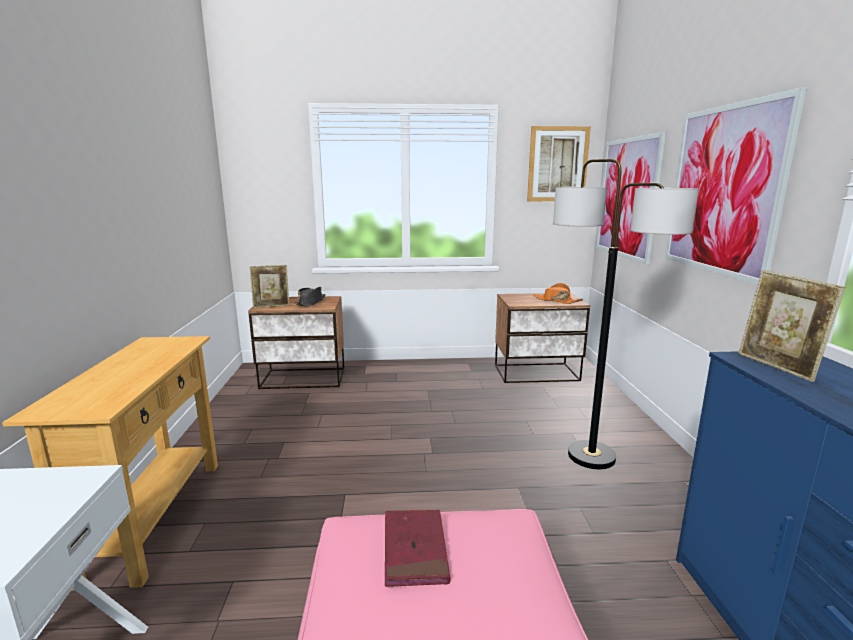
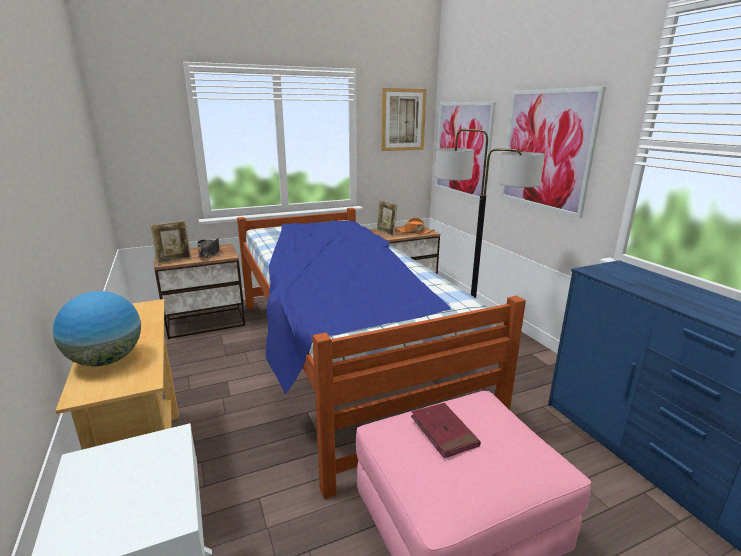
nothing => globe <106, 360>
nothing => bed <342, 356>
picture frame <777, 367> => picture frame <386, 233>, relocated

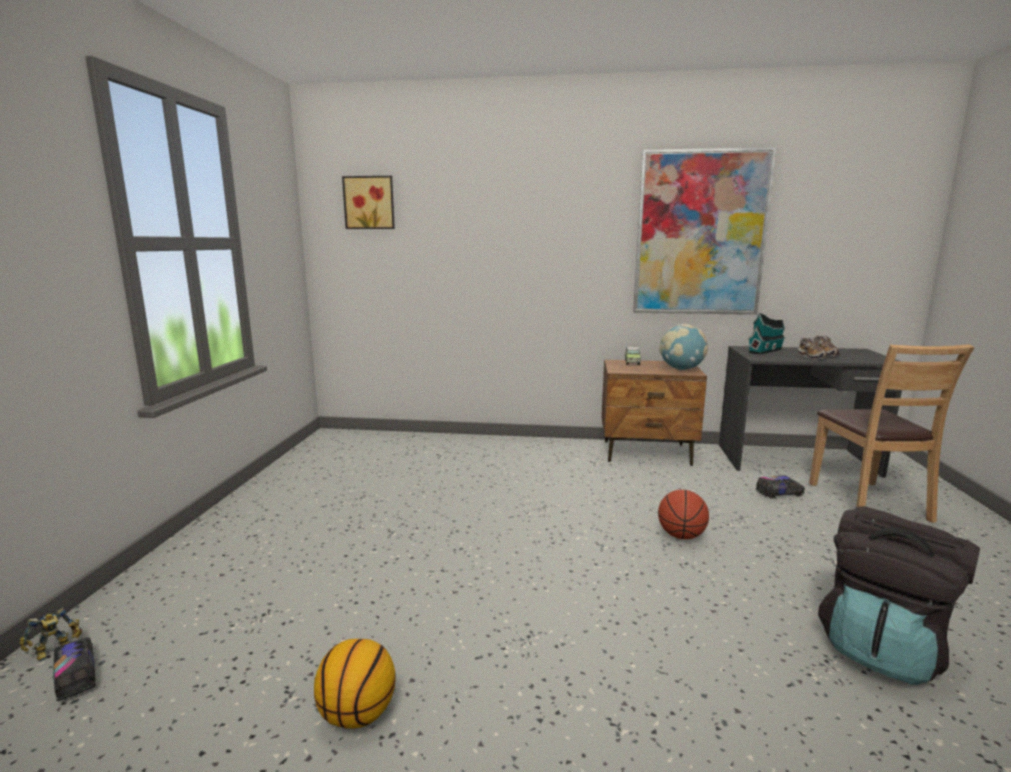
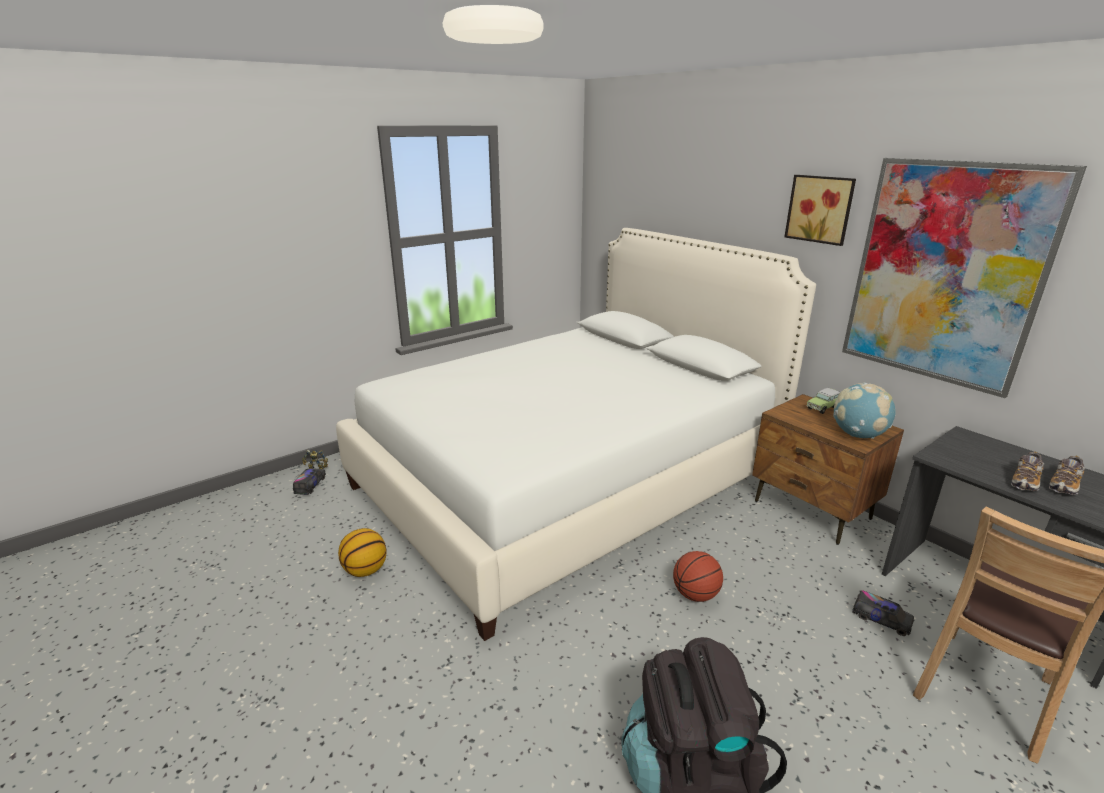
nothing => bed/whitish <568, 481>
wall picture <369, 203> => wall picture <820, 209>, relocated
toy house <766, 351> => nothing

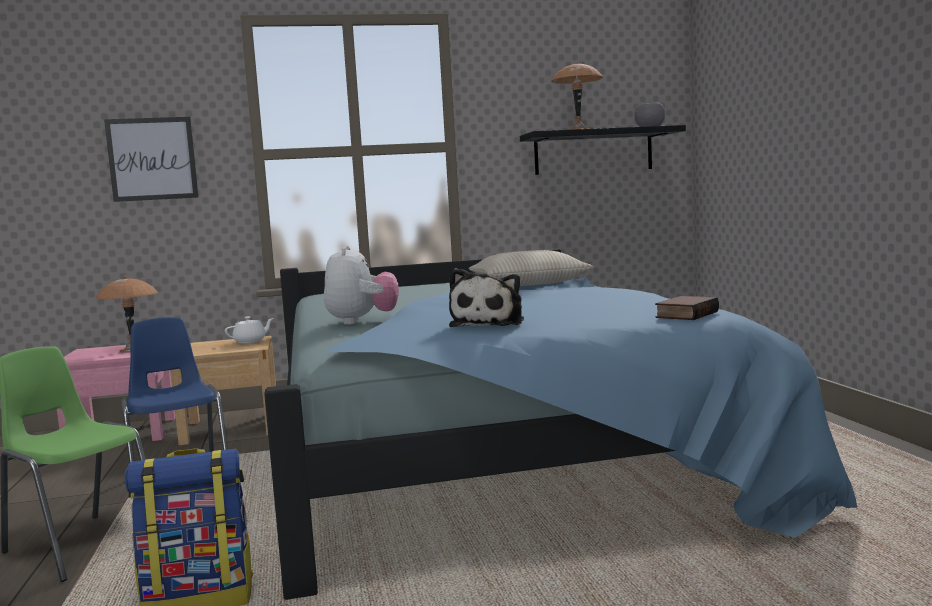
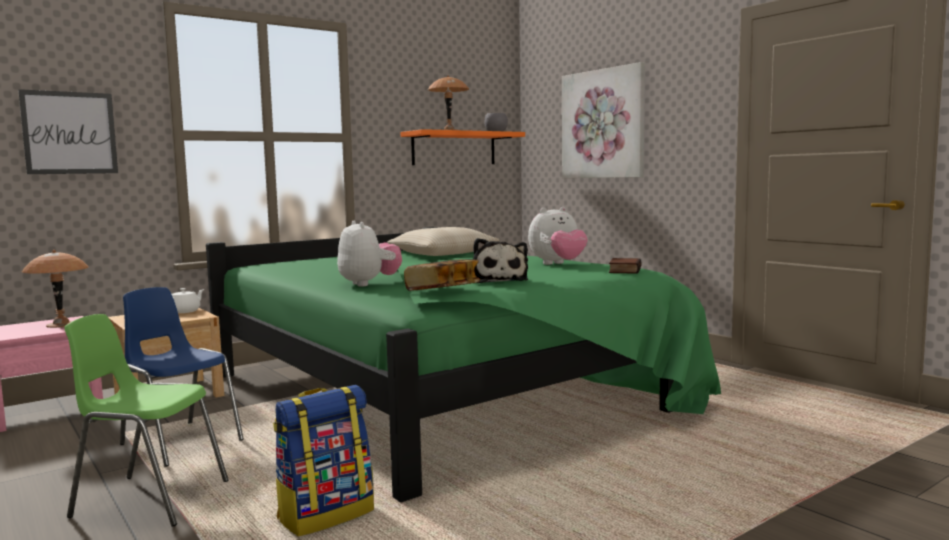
bed/blue <493, 455> => bed/green-coloured <443, 391>
wall shelf/black-coloured <593, 152> => wall shelf/orangey <454, 148>
nothing => book <442, 290>
nothing => plush toy <557, 264>
nothing => wall picture <602, 124>

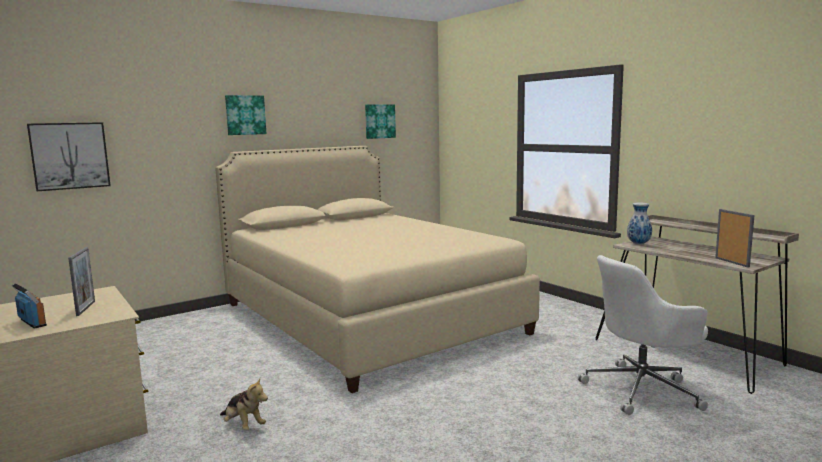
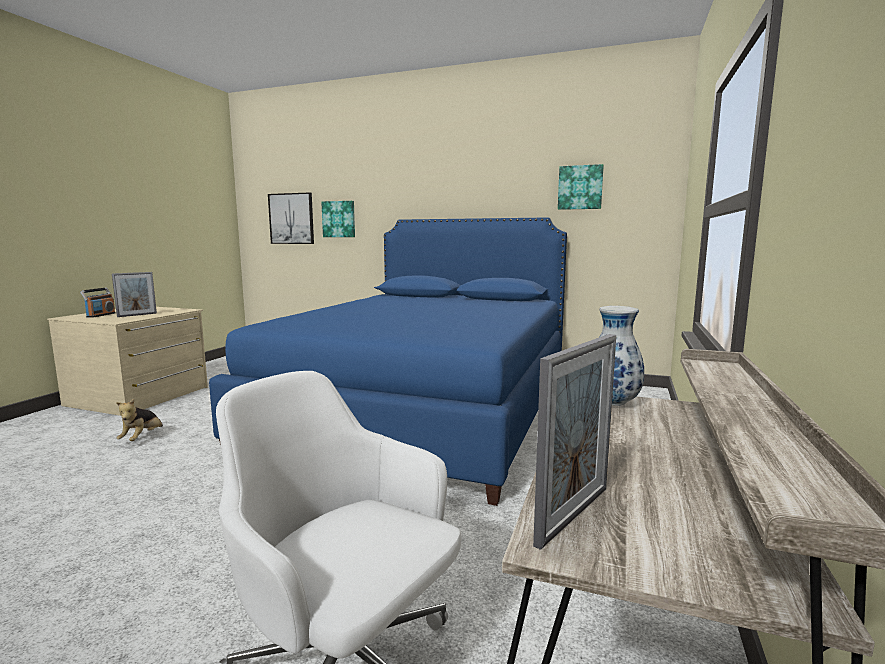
bed/beige <368, 318> => bed/blue <425, 409>
wall picture <245, 115> => wall picture <339, 219>, relocated

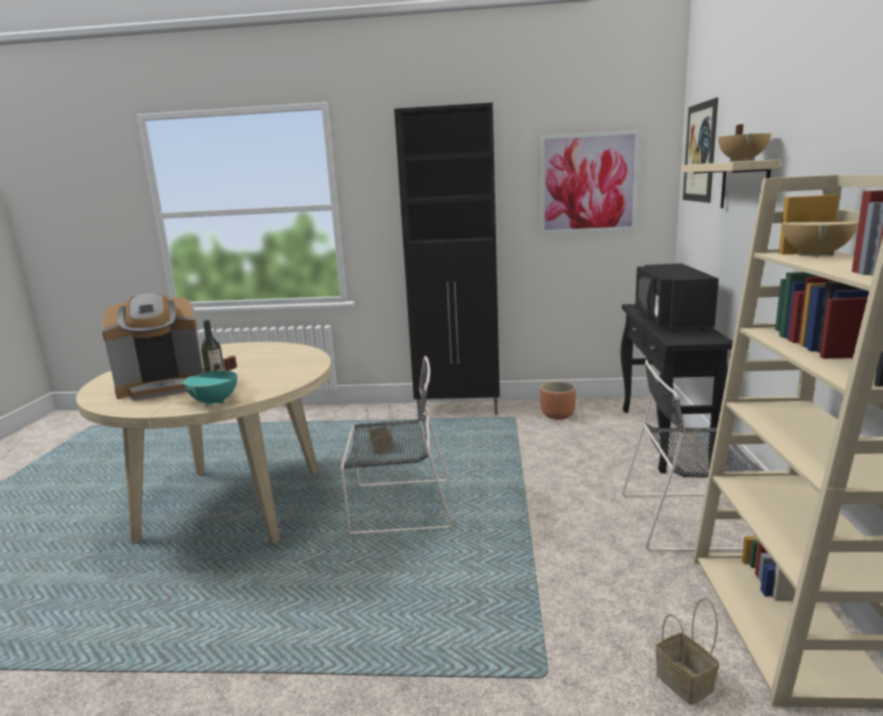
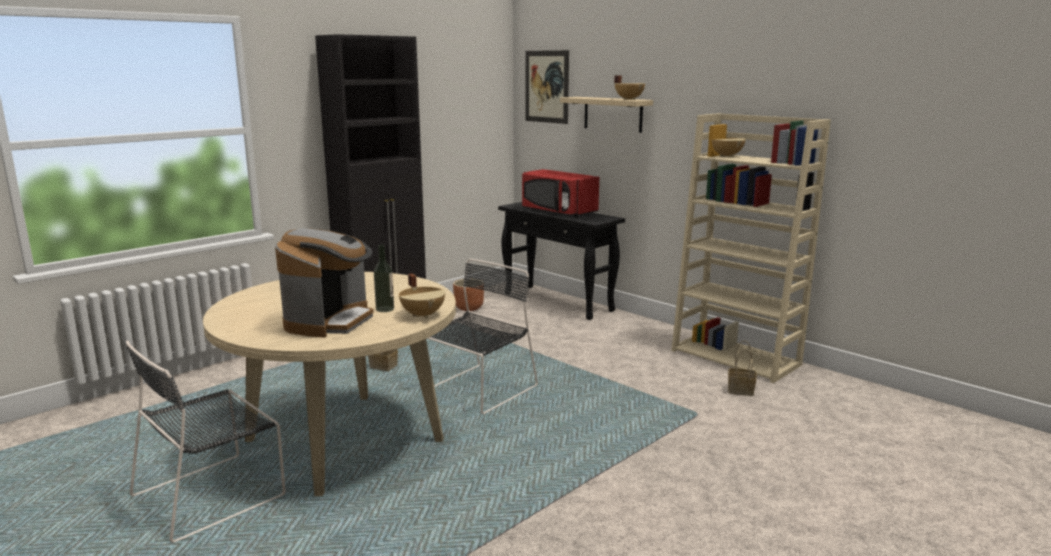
plain chair/black-coloured <692, 521> => plain chair/black-coloured <213, 494>, relocated
saucepot/turquoise <215, 402> => saucepot/beige <423, 315>
microwave/black-coloured <670, 320> => microwave/red <558, 211>
wall picture <588, 183> => nothing

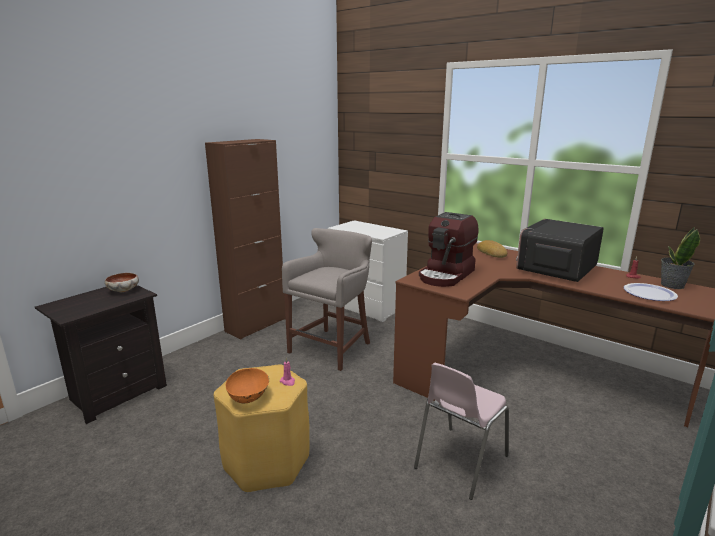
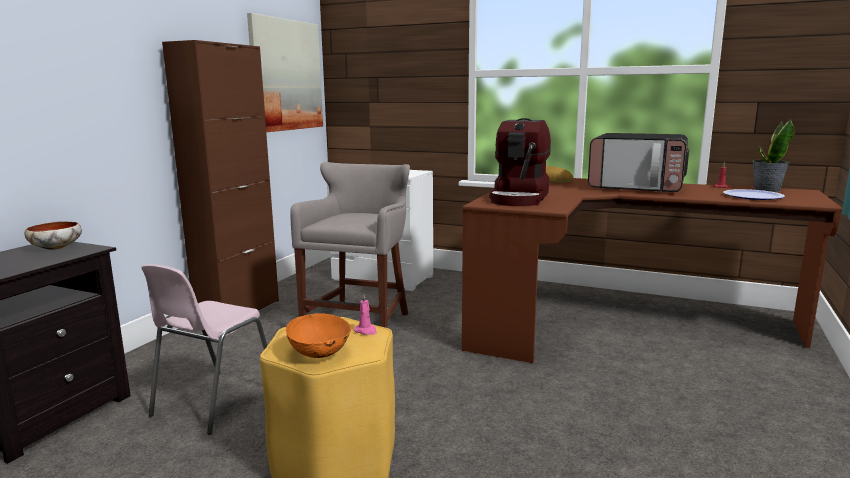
plain chair/pink <459, 462> => plain chair/pink <214, 402>, relocated
nothing => wall picture <286, 75>
microwave <556, 269> => microwave <637, 187>, 90 degrees counterclockwise

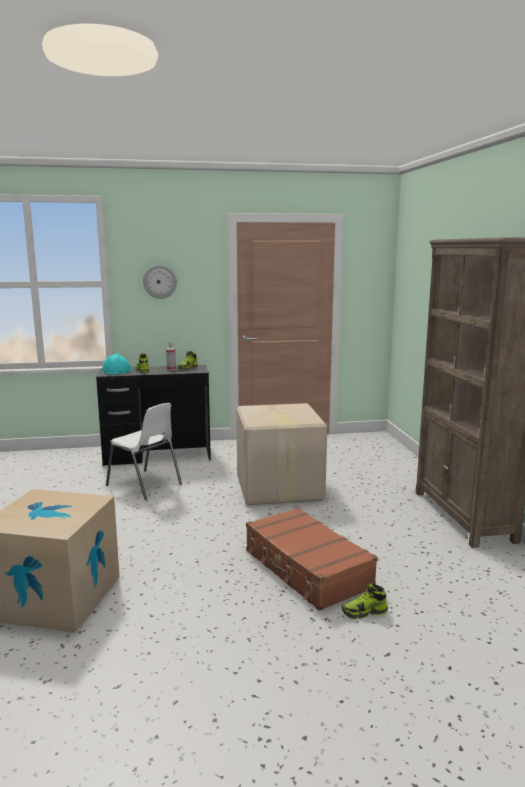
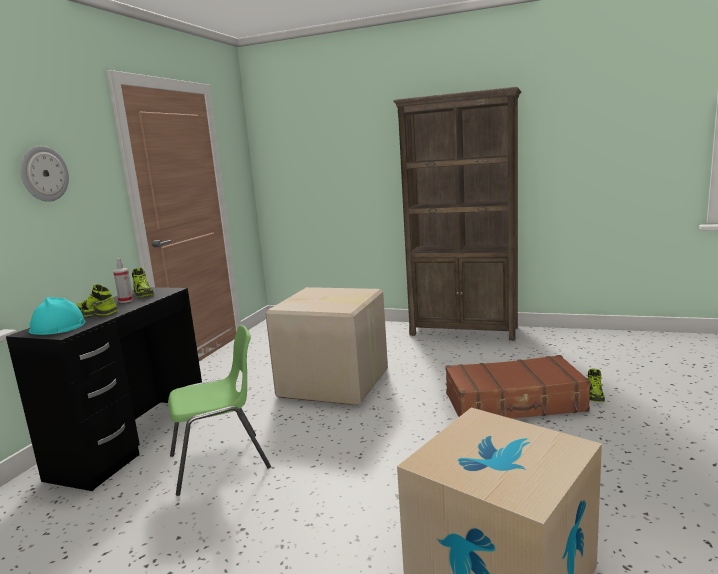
plain chair/whitish <145, 485> => plain chair/green-coloured <221, 462>

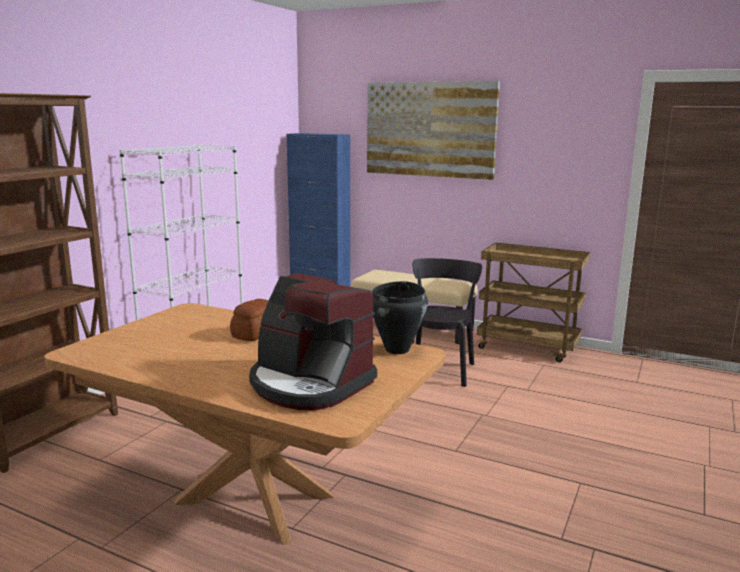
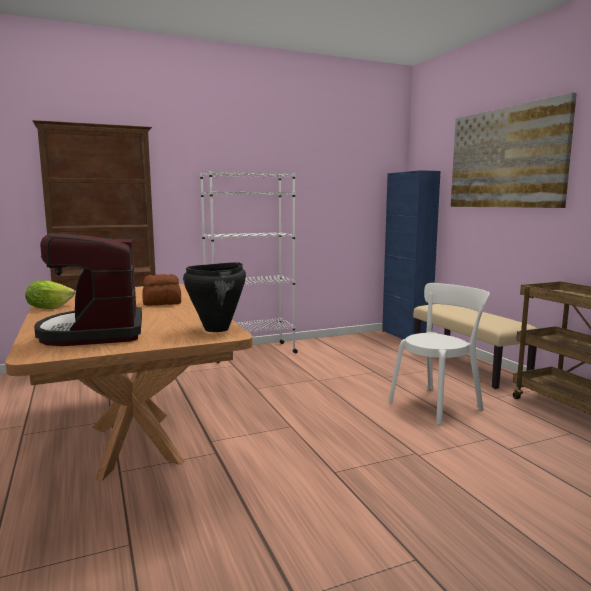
nothing => lettuce head <49, 308>
plain chair/black-coloured <440, 369> => plain chair/whitish <437, 404>

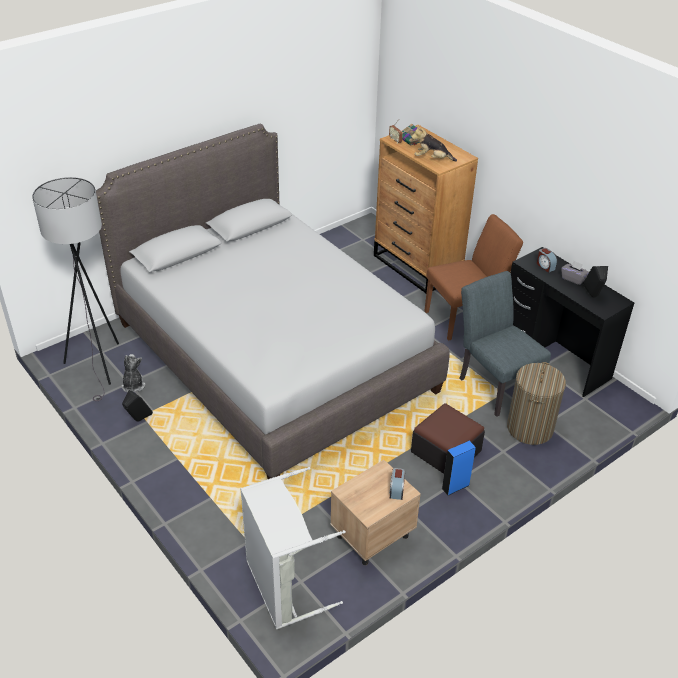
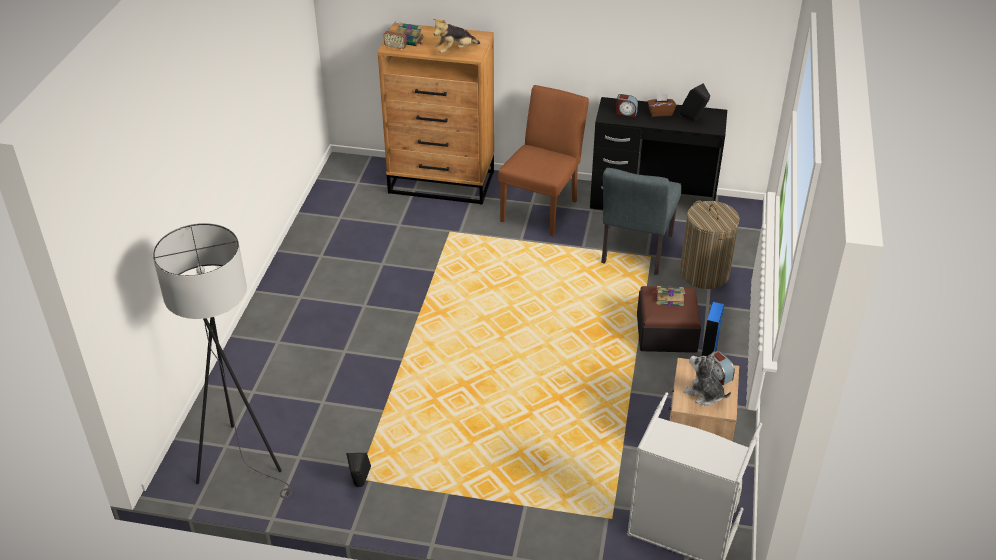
plain chair/greyish <494, 384> => plain chair/greyish <634, 253>, 90 degrees counterclockwise
box of tissues/greyish <573, 279> => box of tissues/brown-coloured <660, 113>
nothing => book <669, 297>
plush toy <133, 385> => plush toy <704, 394>, relocated
bed/greyish <274, 356> => nothing

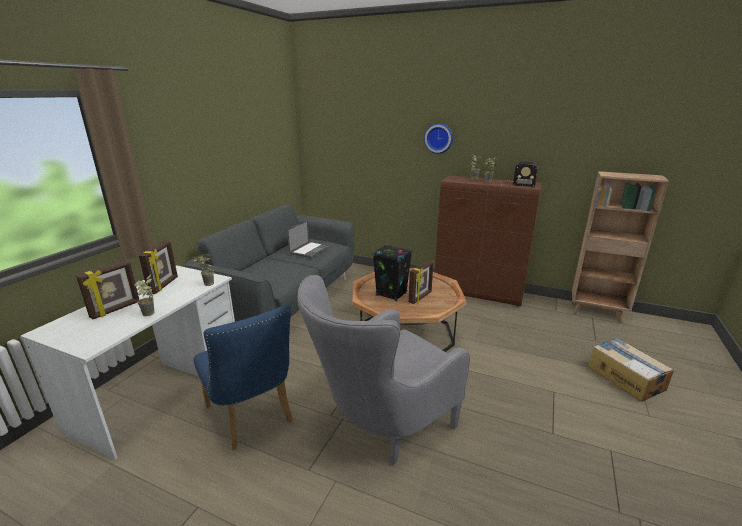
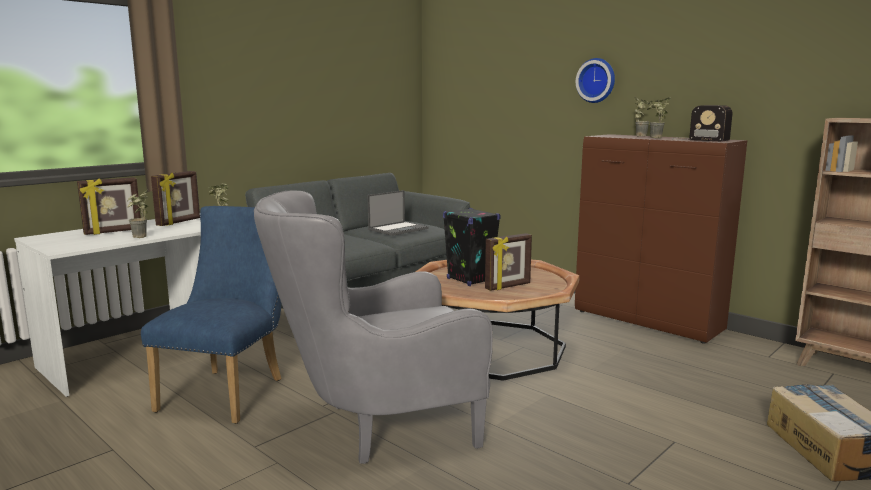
plain chair/blue <252, 418> => plain chair/blue <229, 391>, 150 degrees counterclockwise

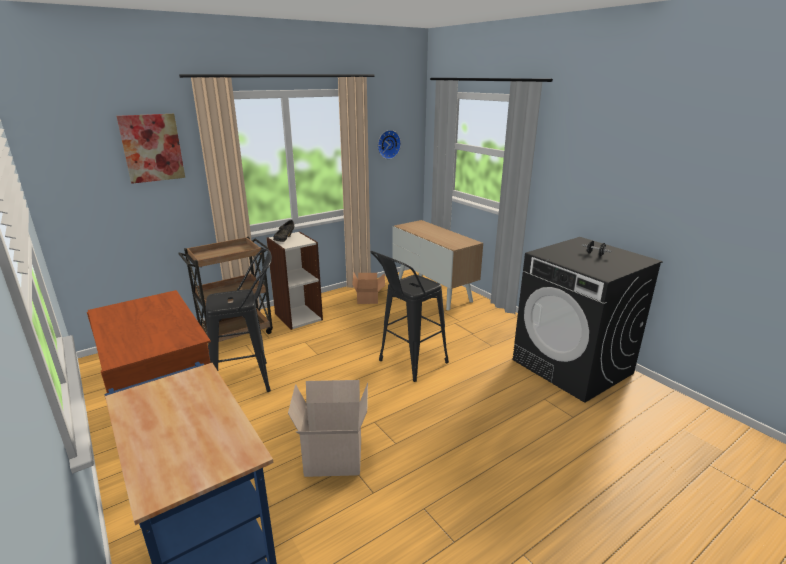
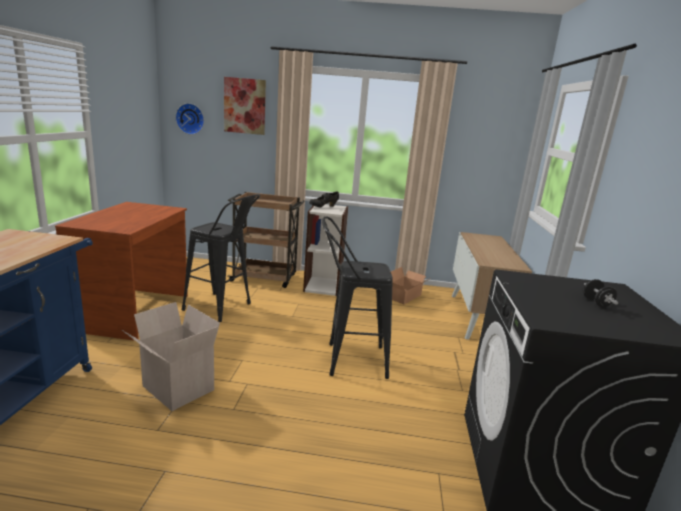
clock on the wall <388, 144> => clock on the wall <190, 119>, relocated

